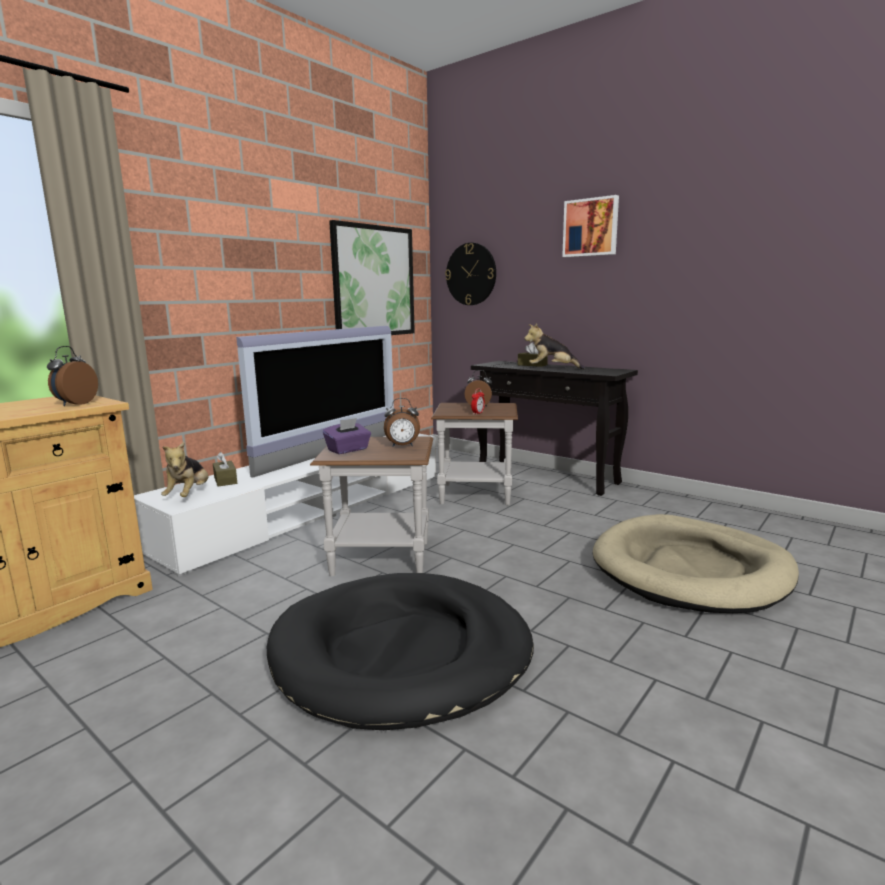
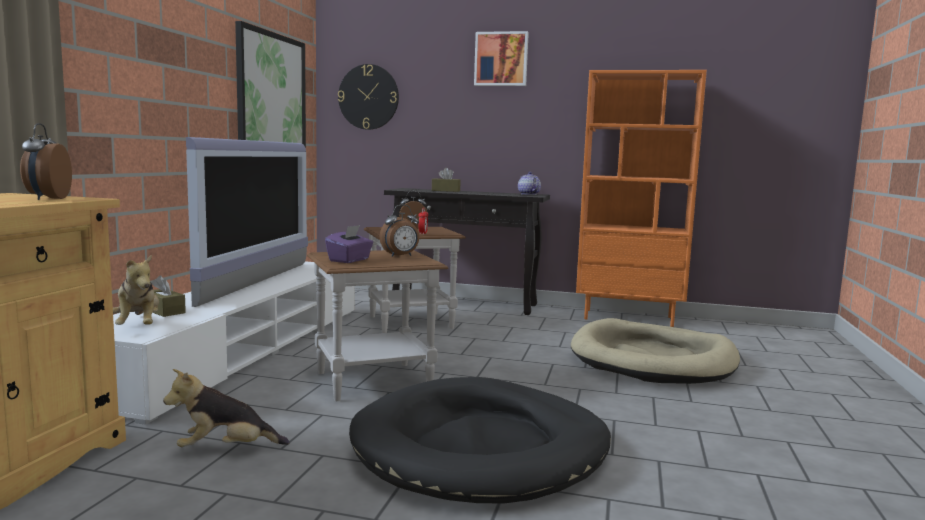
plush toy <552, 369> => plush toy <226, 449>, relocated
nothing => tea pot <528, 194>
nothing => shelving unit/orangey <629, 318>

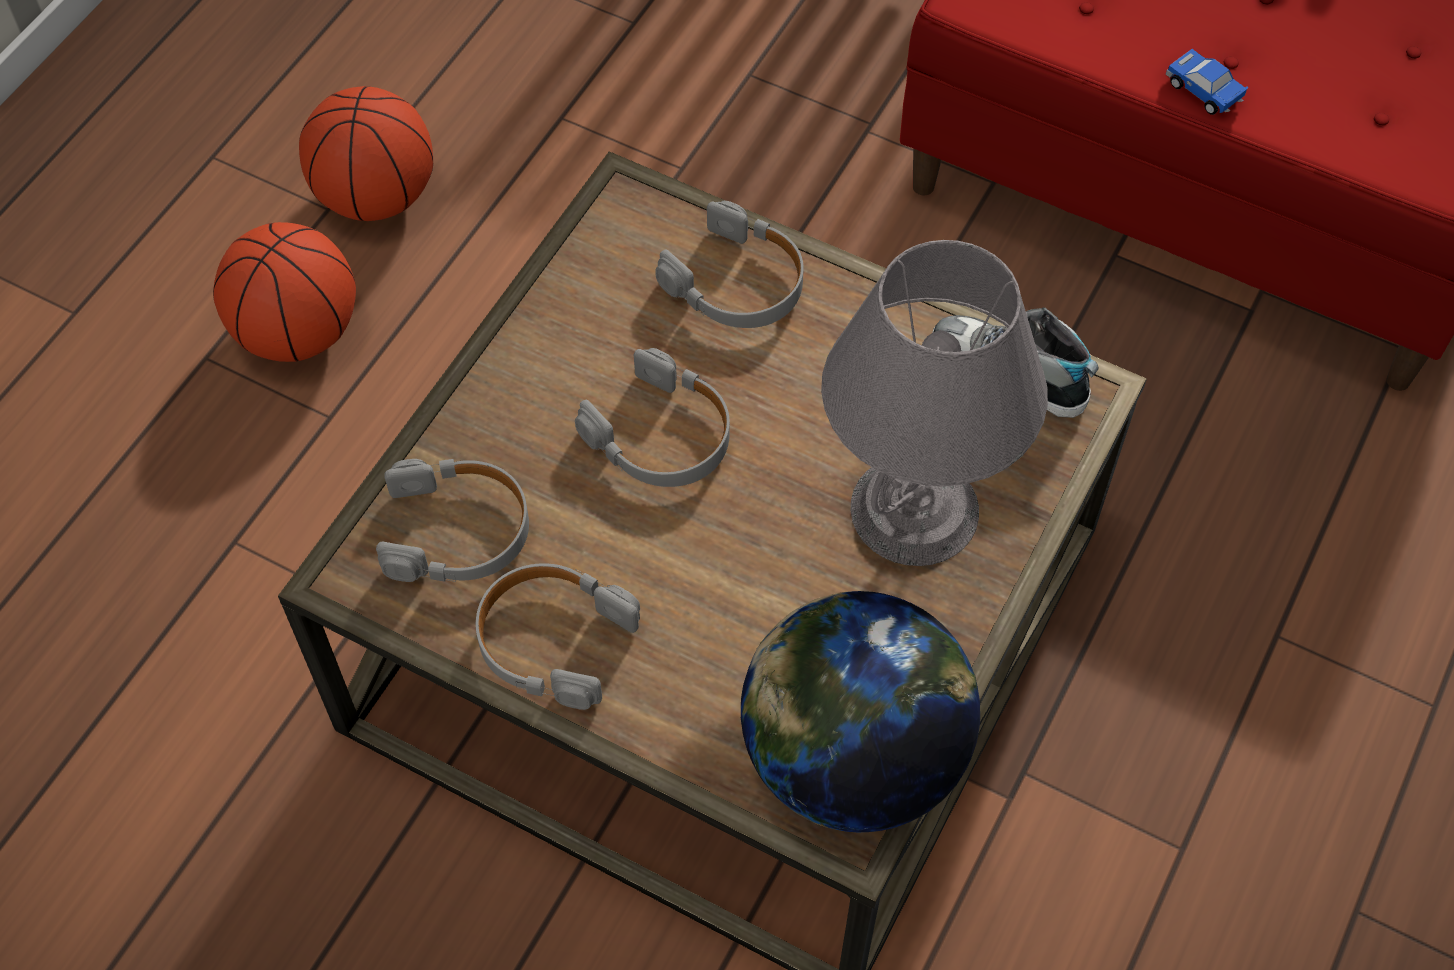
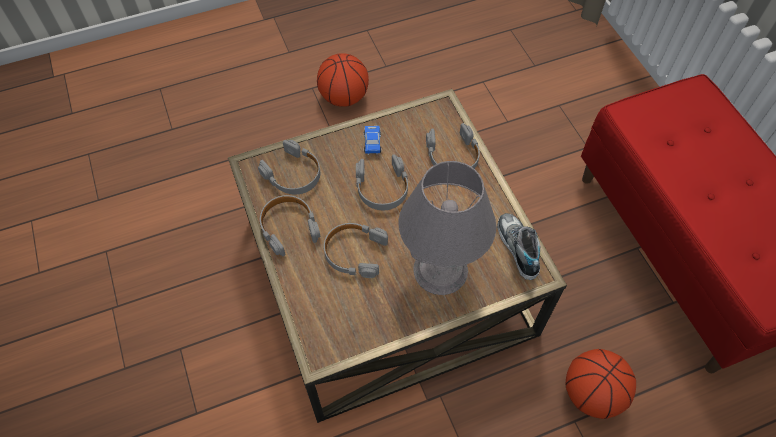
nothing => pair of headphones/greyish <354, 253>
miniature car <1204, 91> => miniature car <372, 143>, relocated
basketball <376, 196> => basketball <591, 393>, relocated
globe <852, 758> => nothing

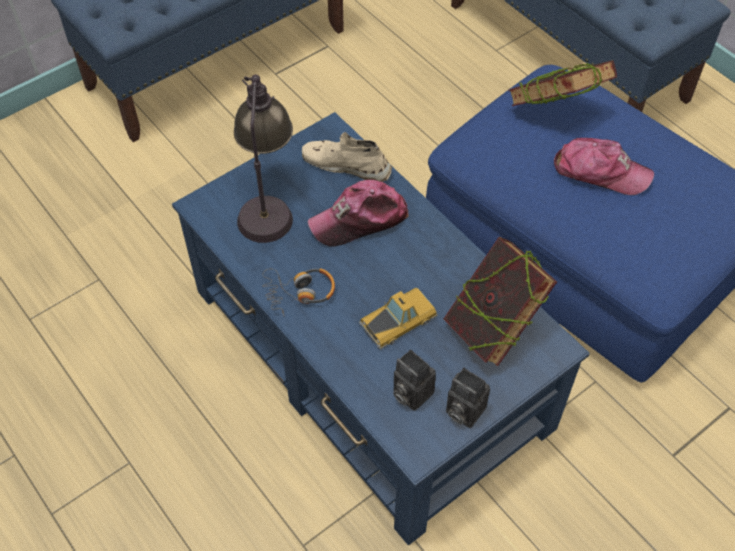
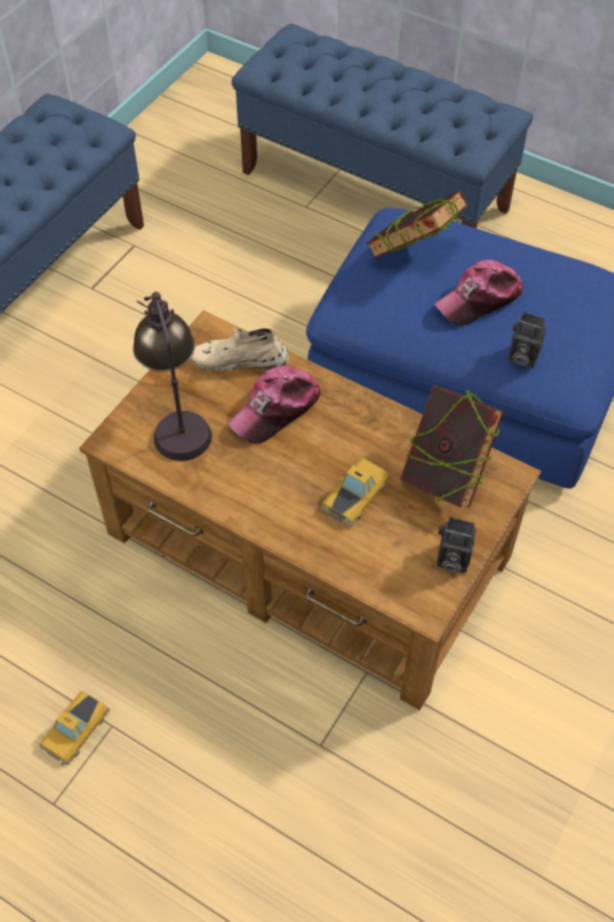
nothing => miniature car <74, 730>
low table/blue <368, 359> => low table/brown-coloured <308, 547>
peaked cap <600, 172> => peaked cap <479, 299>, 150 degrees clockwise
photo camera <410, 393> => photo camera <521, 357>, relocated
pair of headphones <299, 292> => nothing

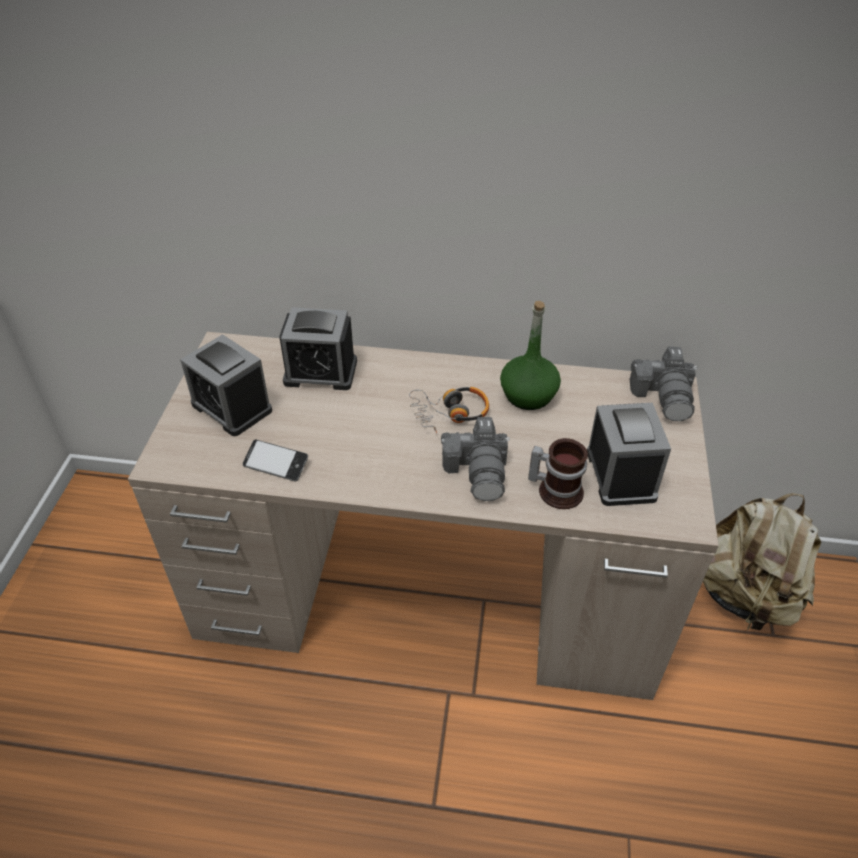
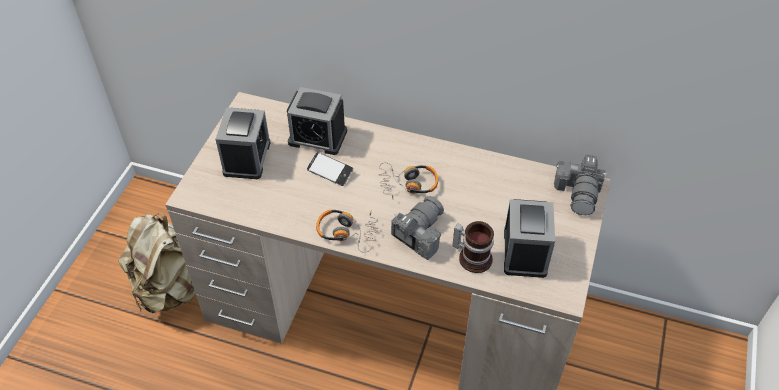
backpack/beige <745, 595> => backpack/beige <171, 288>, relocated
bedside clock <232, 407> => bedside clock <247, 158>, 135 degrees counterclockwise
phone <276, 464> => phone <330, 171>, relocated
nothing => pair of headphones <347, 232>
photo camera <478, 471> => photo camera <418, 234>, 150 degrees counterclockwise
beverage bottle/green-coloured <528, 395> => nothing

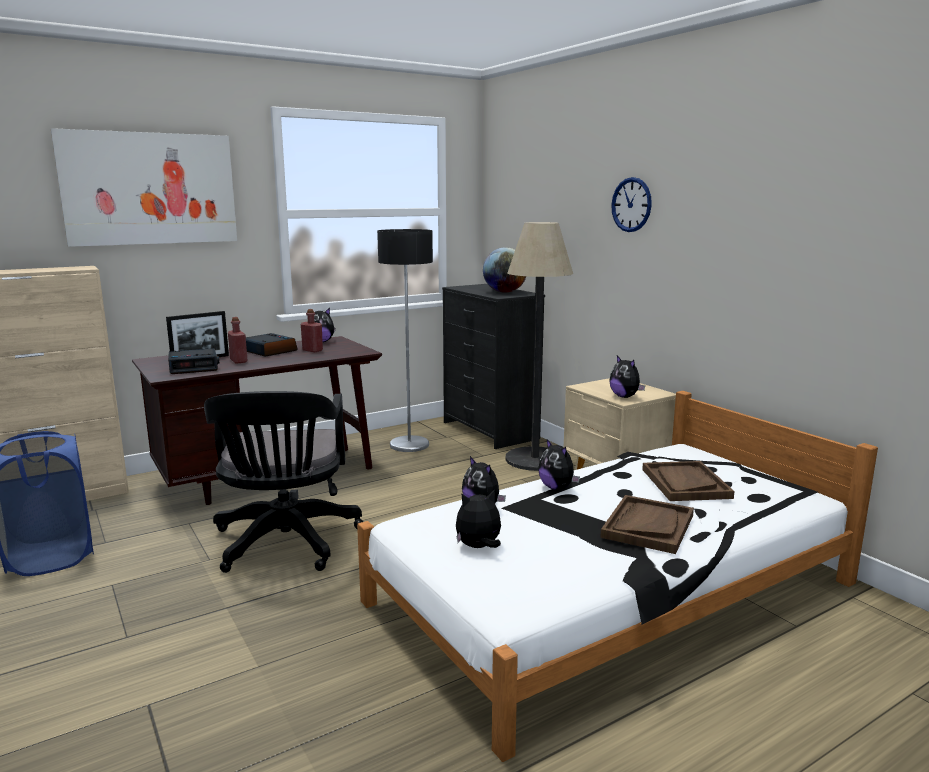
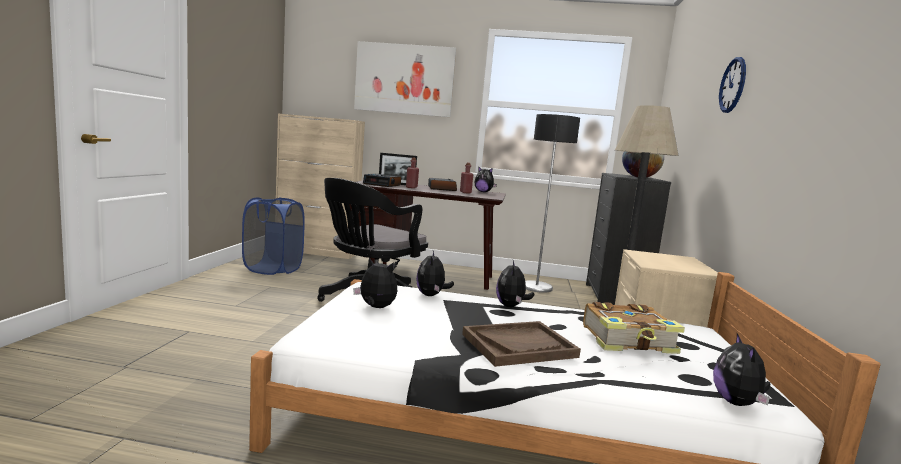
tray/brown-coloured <685, 483> => book <629, 341>
plush toy <625, 396> => plush toy <737, 403>, relocated

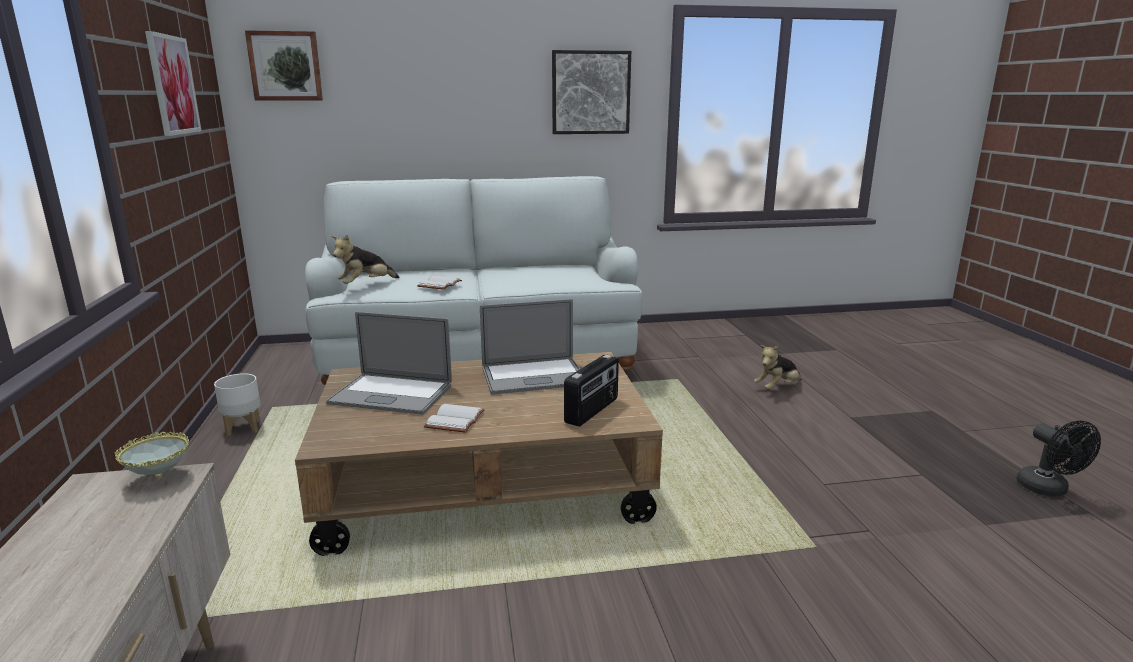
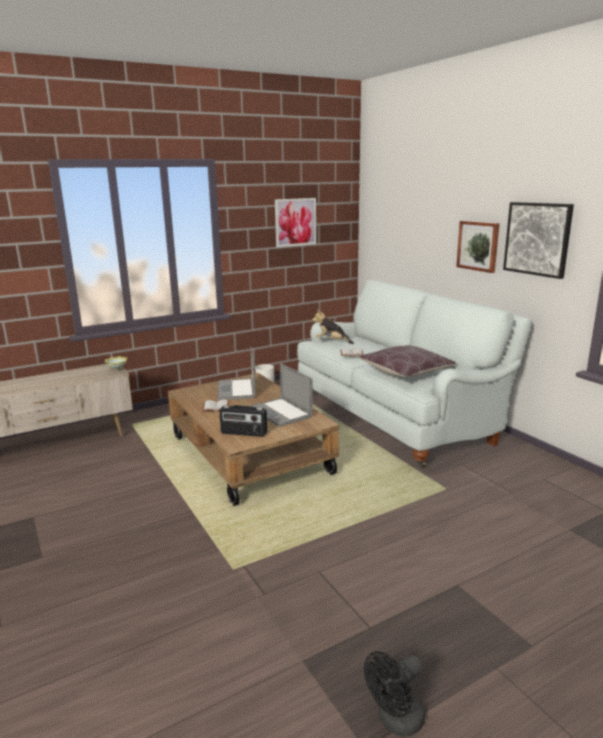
nothing => cushion/brown-coloured <405, 372>
wall picture <285, 66> => wall picture <478, 246>, relocated
plush toy <777, 388> => nothing

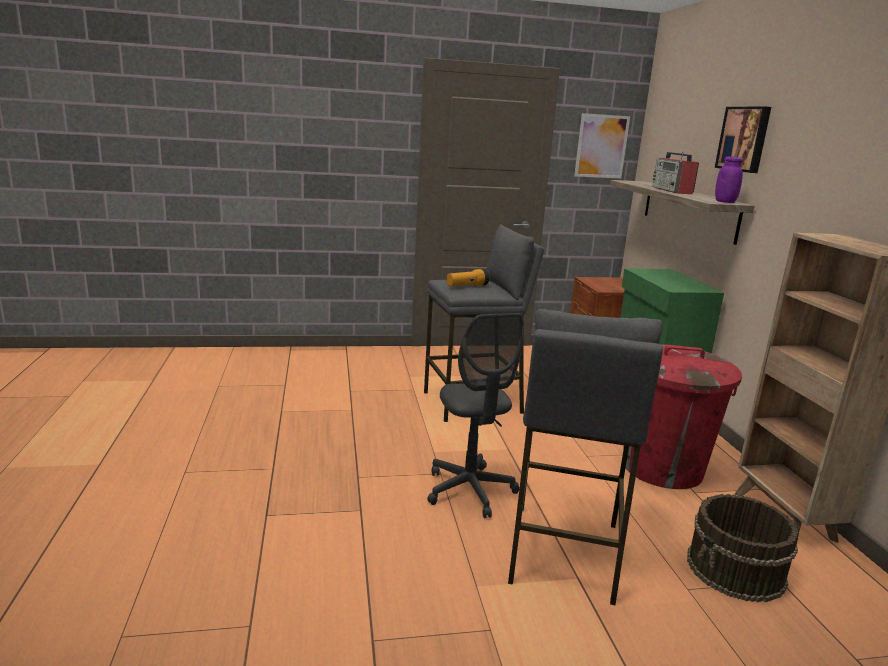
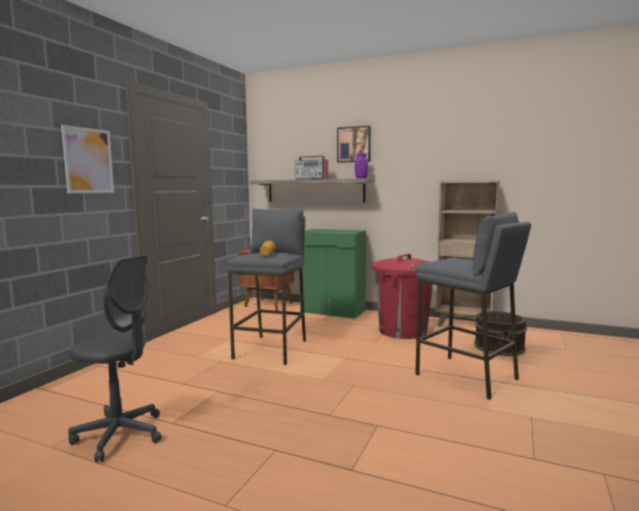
wall picture <601, 146> => wall picture <88, 160>, relocated
computer chair/greyish <470, 490> => computer chair/greyish <120, 435>, relocated

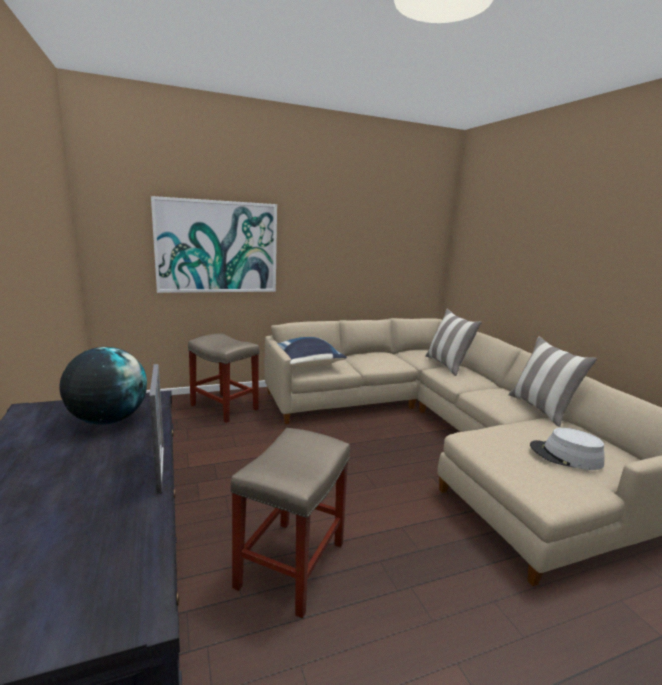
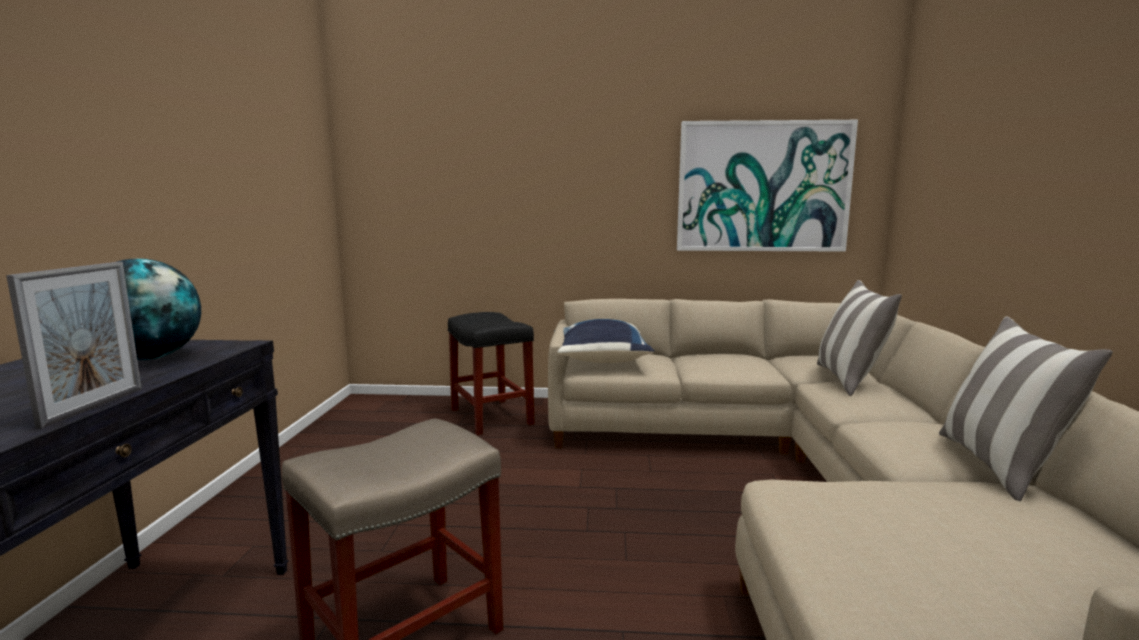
sitting stool/beige <225, 407> => sitting stool/black-coloured <492, 417>
wall picture <217, 247> => wall picture <762, 187>, relocated
hat/greyish <565, 456> => nothing

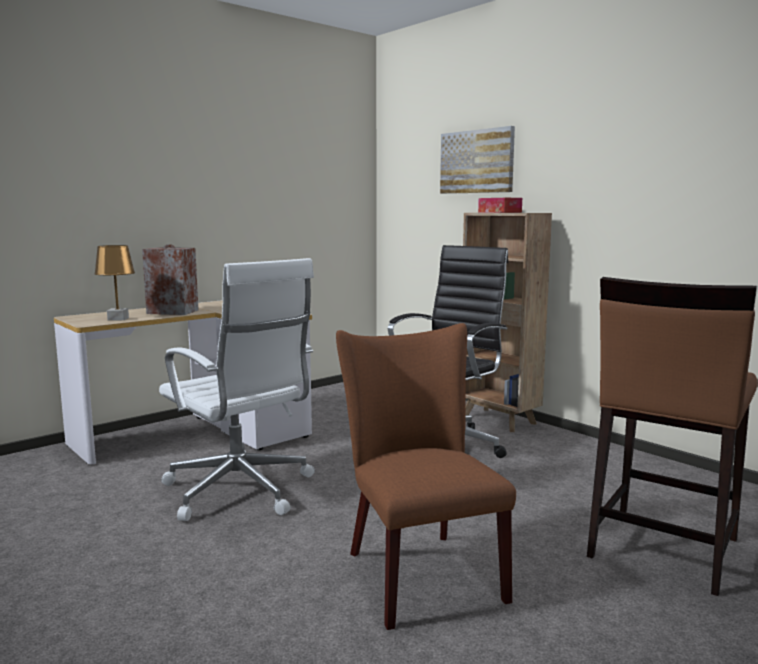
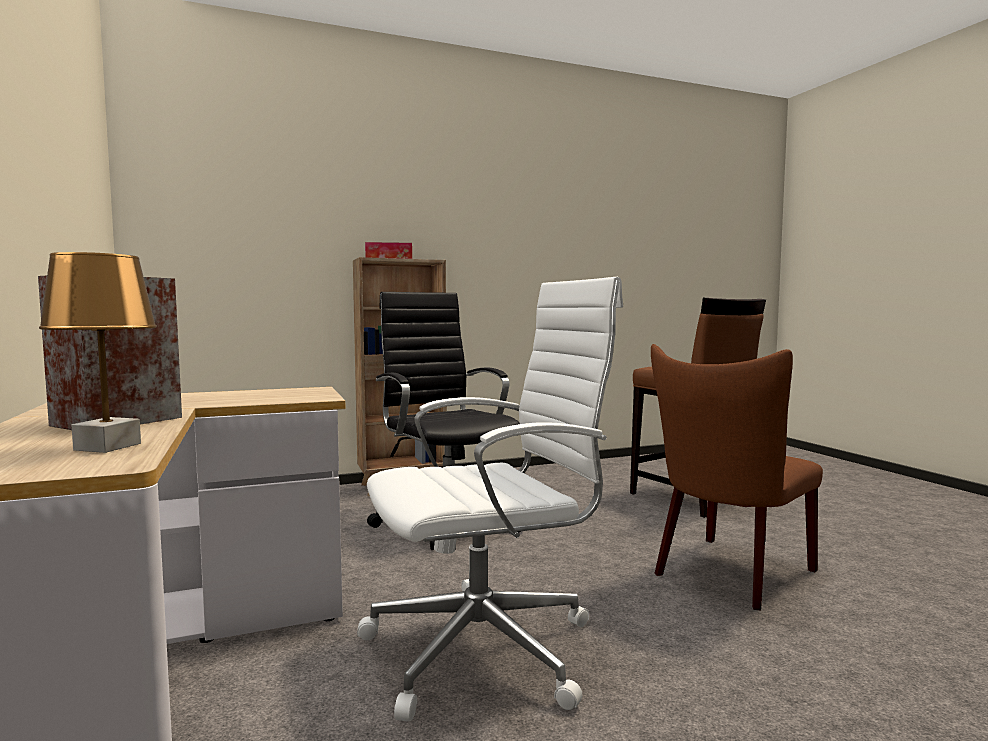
plain chair/brown-coloured <418, 571> => plain chair/brown-coloured <728, 574>, 45 degrees counterclockwise
wall picture <477, 161> => nothing

